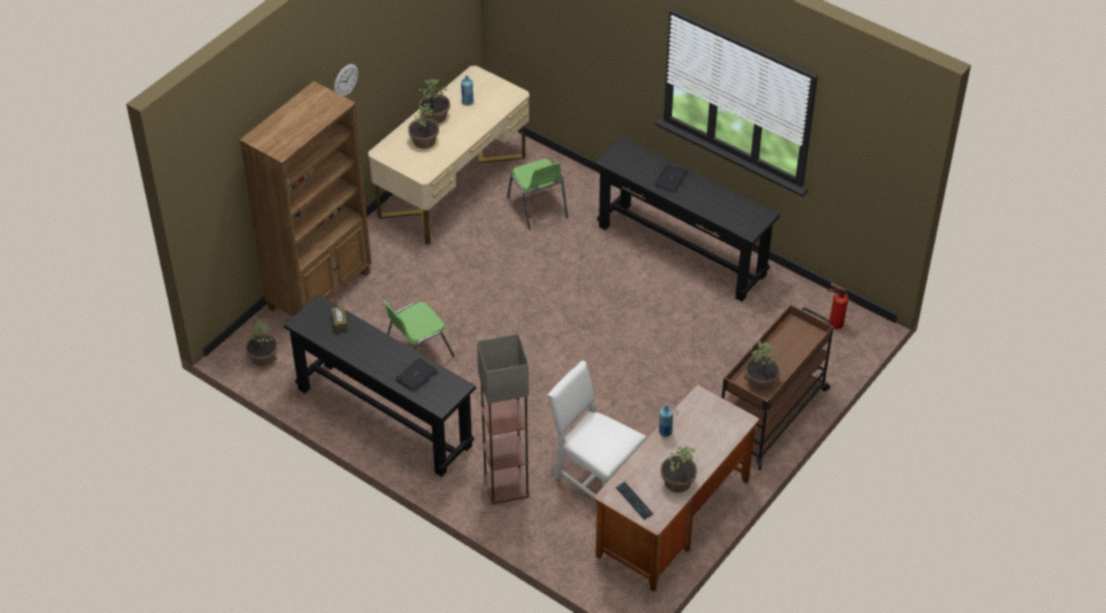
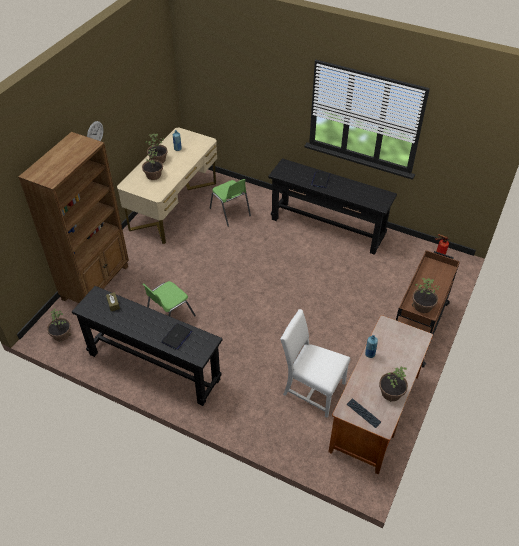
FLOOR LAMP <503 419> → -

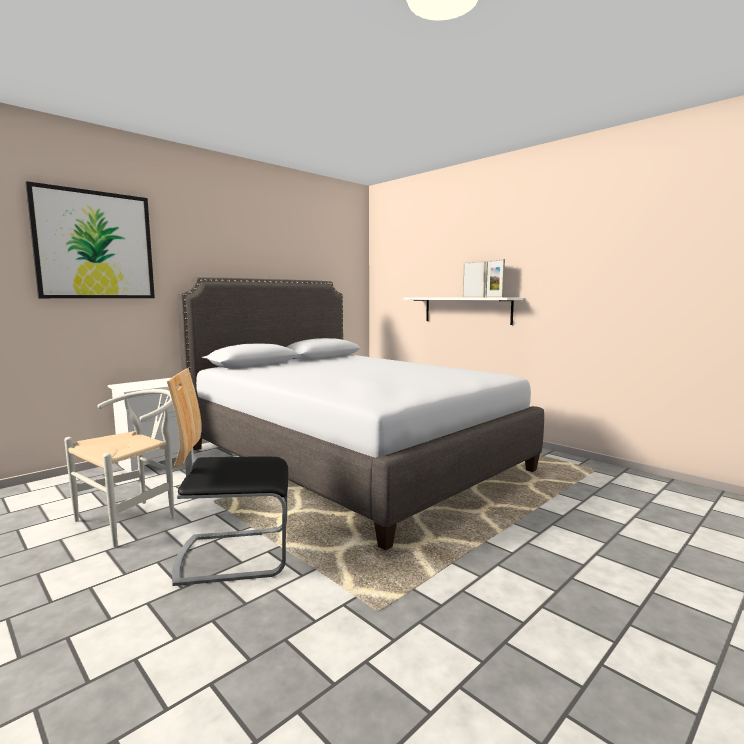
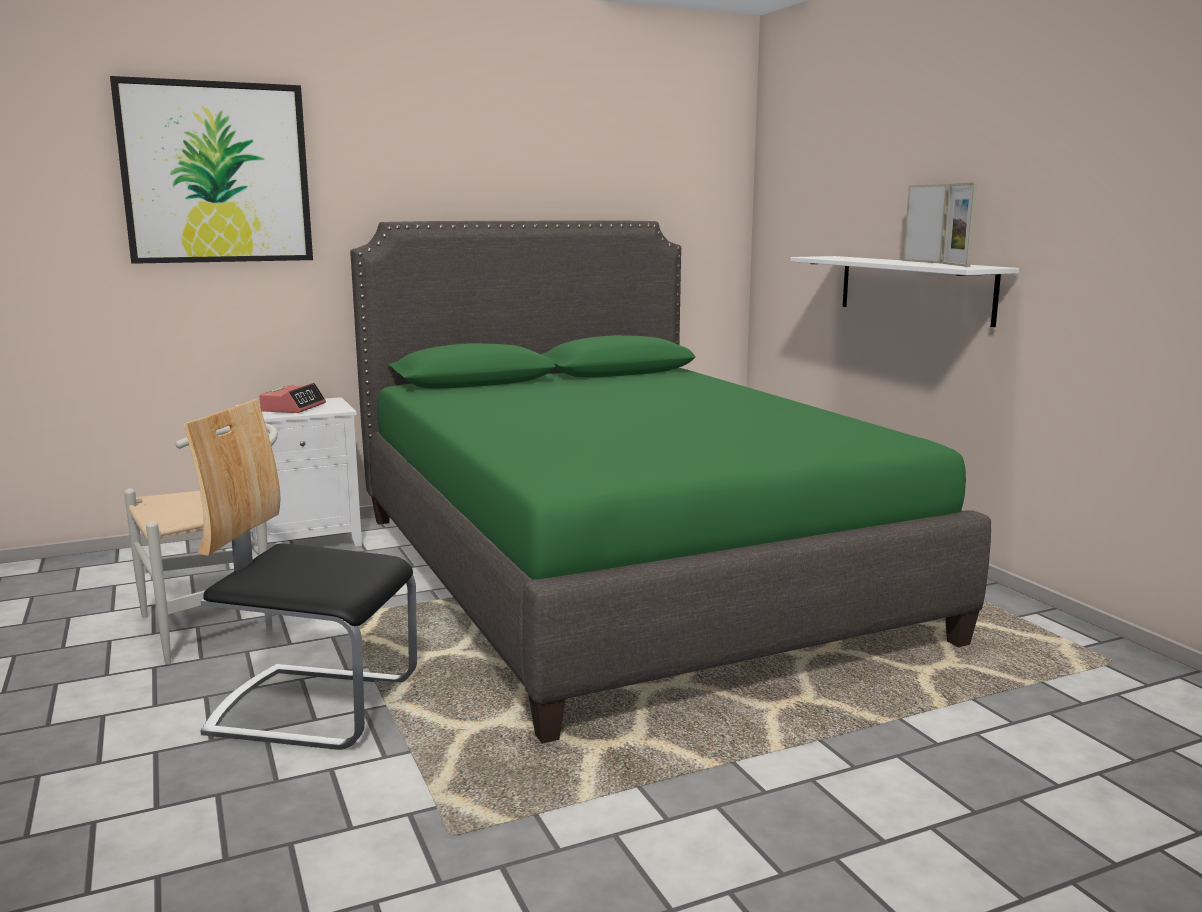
- → TABLE CLOCK <292 398>
GREY BEDROOM BED <360 414> → GREENISH BEDROOM BED <670 482>

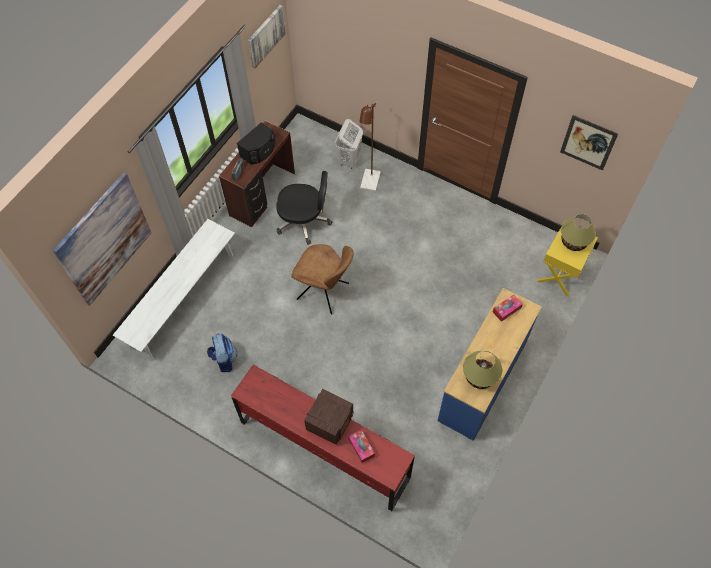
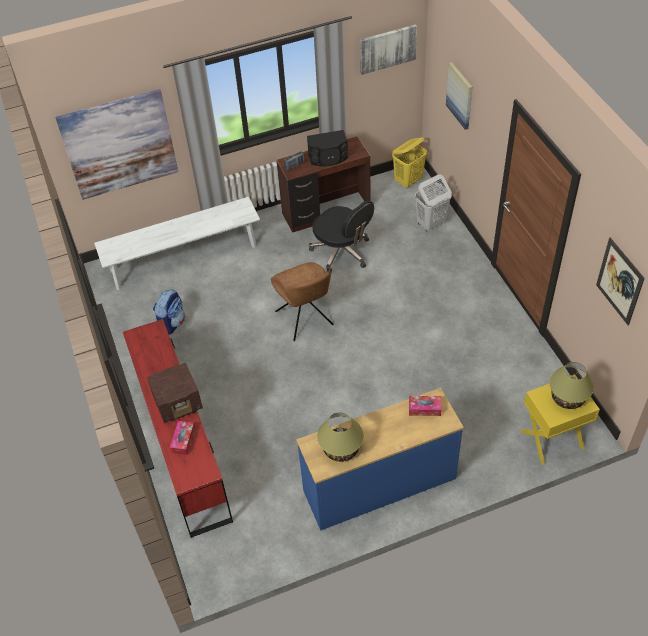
BROWN FLOOR LAMP <370 146> → -
- → YELLOW-COLOURED WASHING BASKET <409 163>
- → WALL PICTURE <459 96>

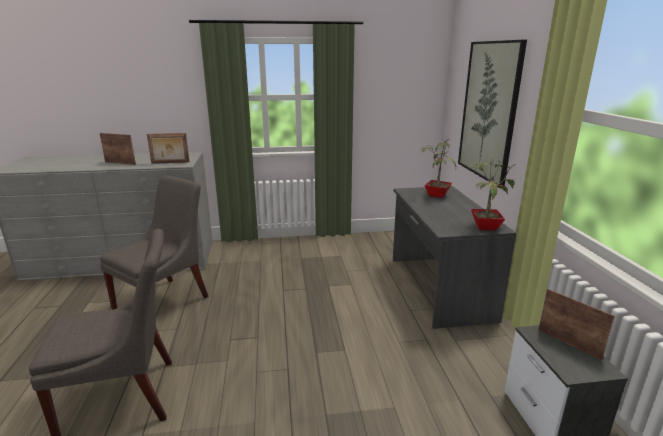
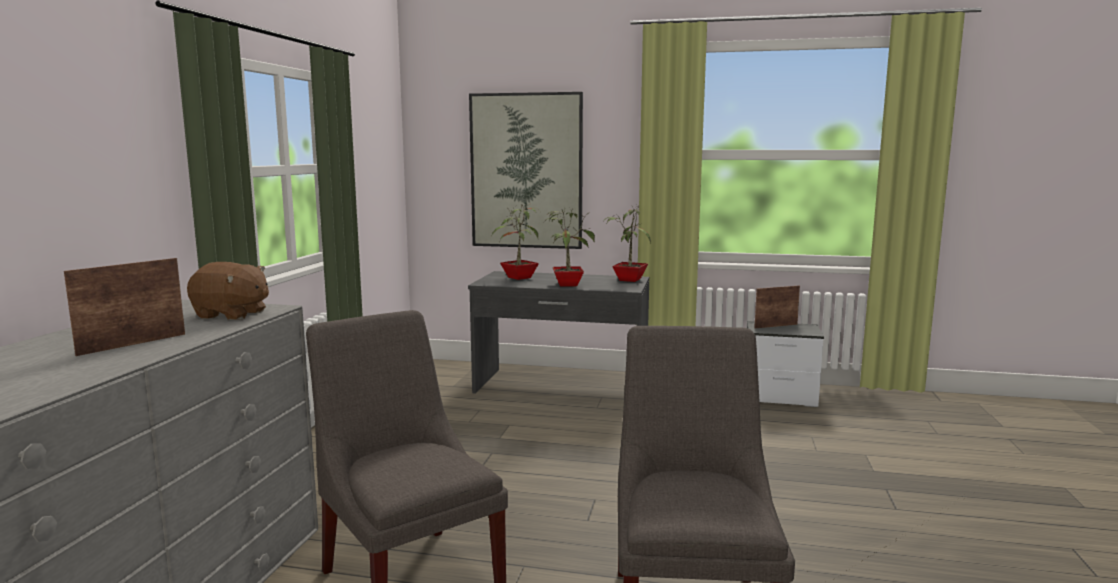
- → POTTED PLANT <570 246>
PICTURE FRAME <168 148> → BROWN PLUSH TOY <228 291>

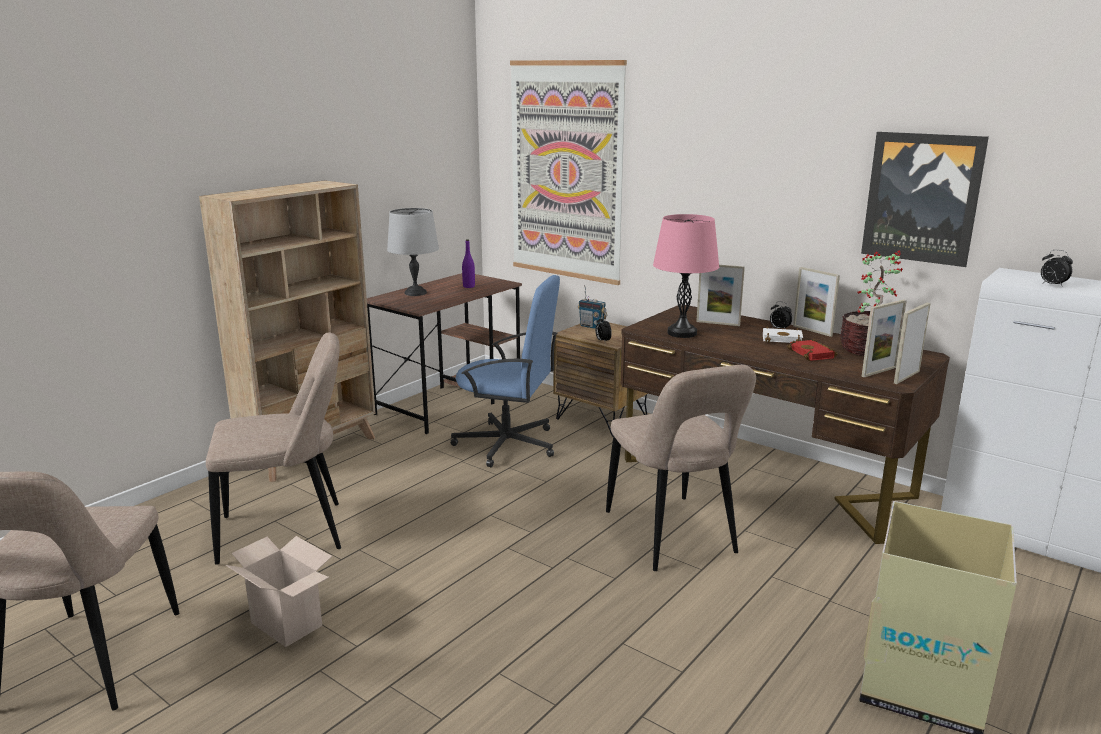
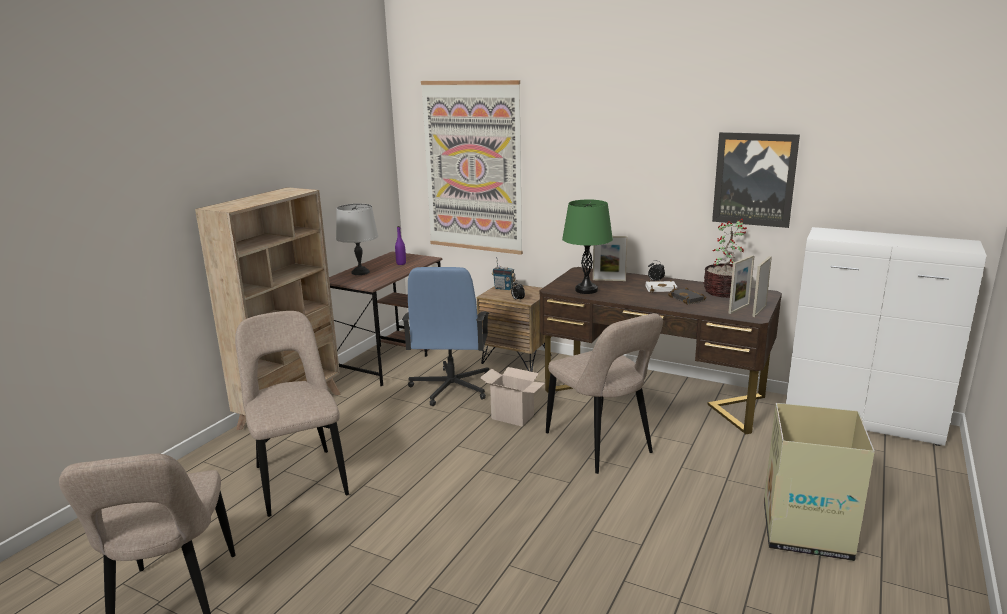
PICTURE FRAME <816 302> → -
TABLE CLOCK <1057 268> → -
CARTON <279 591> → CARTON <512 397>, move
PINK-COLOURED TABLE LAMP <686 276> → GREENISH TABLE LAMP <587 246>
RED VOLUME <812 350> → BLACK VOLUME <687 295>
SAND-COLOURED UPRIGHT CHAIR <273 448> → SAND-COLOURED UPRIGHT CHAIR <292 414>, 90 degrees counterclockwise
BLUE-COLOURED COMPUTER CHAIR <505 371> → BLUE-COLOURED COMPUTER CHAIR <445 336>, 90 degrees clockwise

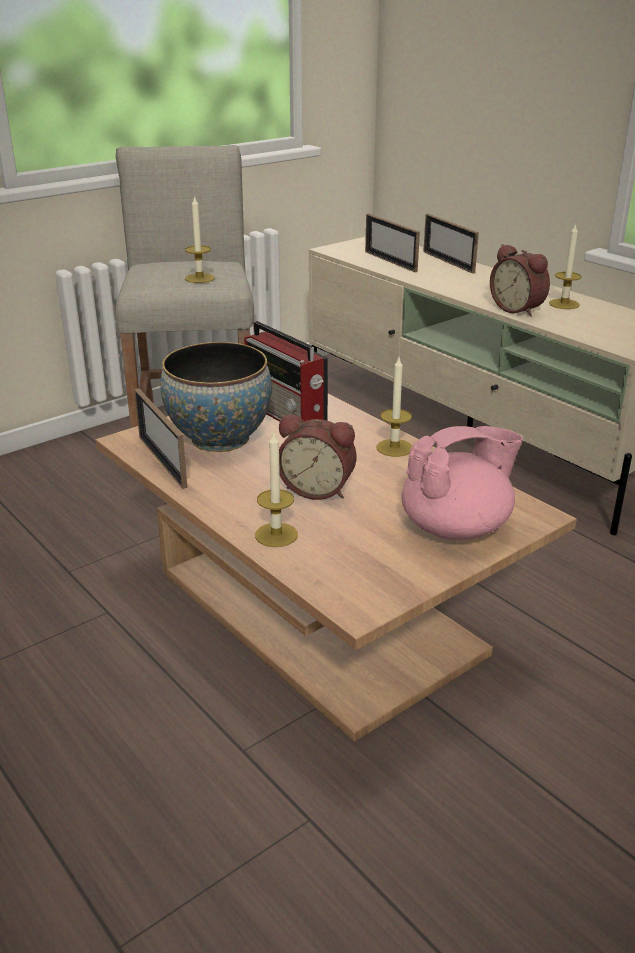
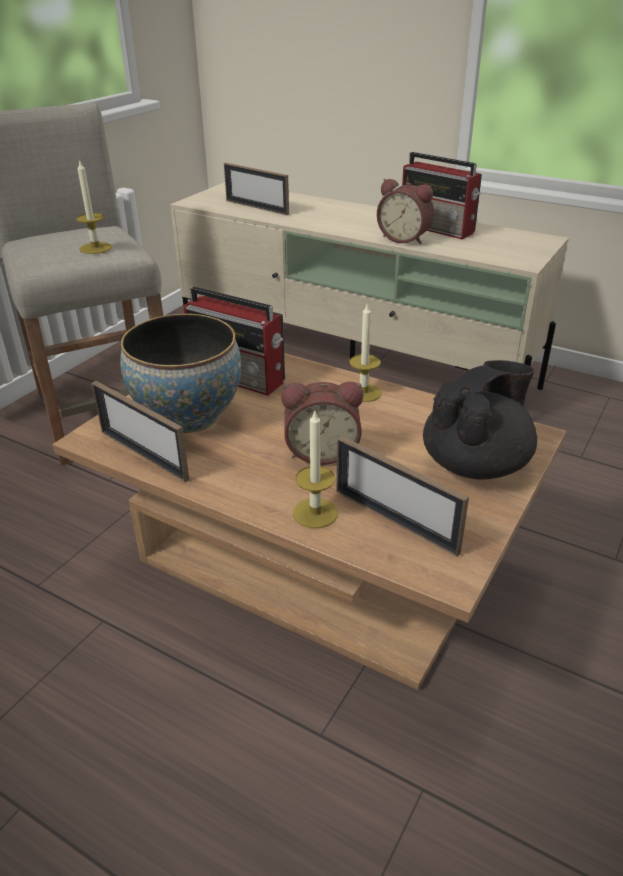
PICTURE FRAME <451 244> → PICTURE FRAME <402 496>, move
WAX LIGHT <565 266> → RADIO <442 195>
PINK-COLOURED TEA POT <462 483> → BLACK TEA POT <480 420>

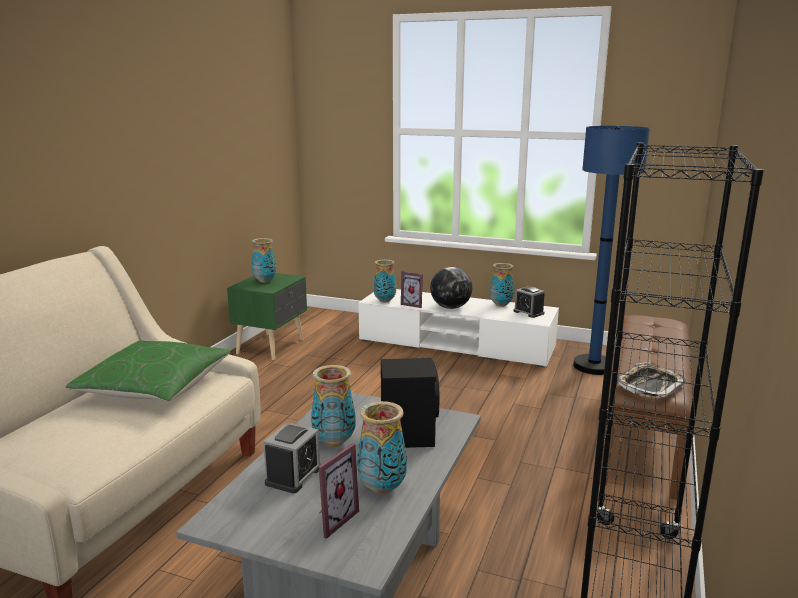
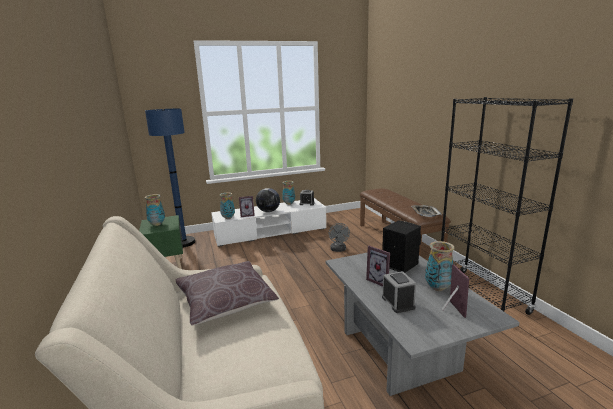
- → GREY COOLING FAN <339 237>
BLUE-COLOURED FLOOR LAMP <611 250> → BLUE-COLOURED FLOOR LAMP <170 178>, move
DECORATIVE VASE <333 406> → PICTURE FRAME <378 266>
GREENISH PILLOW <148 371> → BROWN PILLOW <227 293>

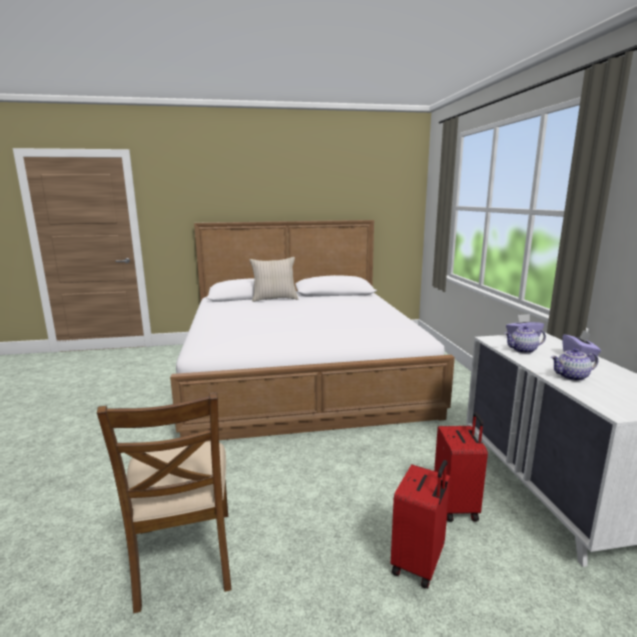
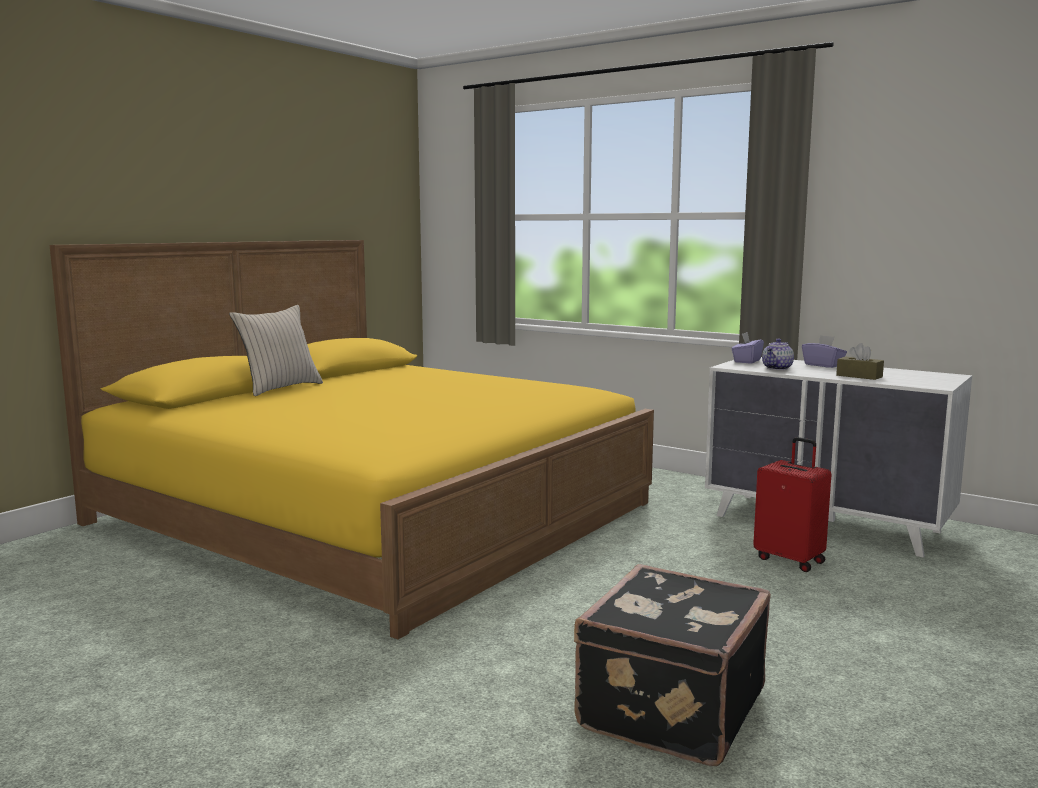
RED SUITCASE <421 524> → -
BROWN UPRIGHT CHAIR <164 502> → BLACK SUITCASE <672 665>
TEA POT <574 364> → BROWN TISSUE BOX <860 361>
WHITISH BEDROOM BED <312 331> → YELLOW-COLOURED BEDROOM BED <352 440>

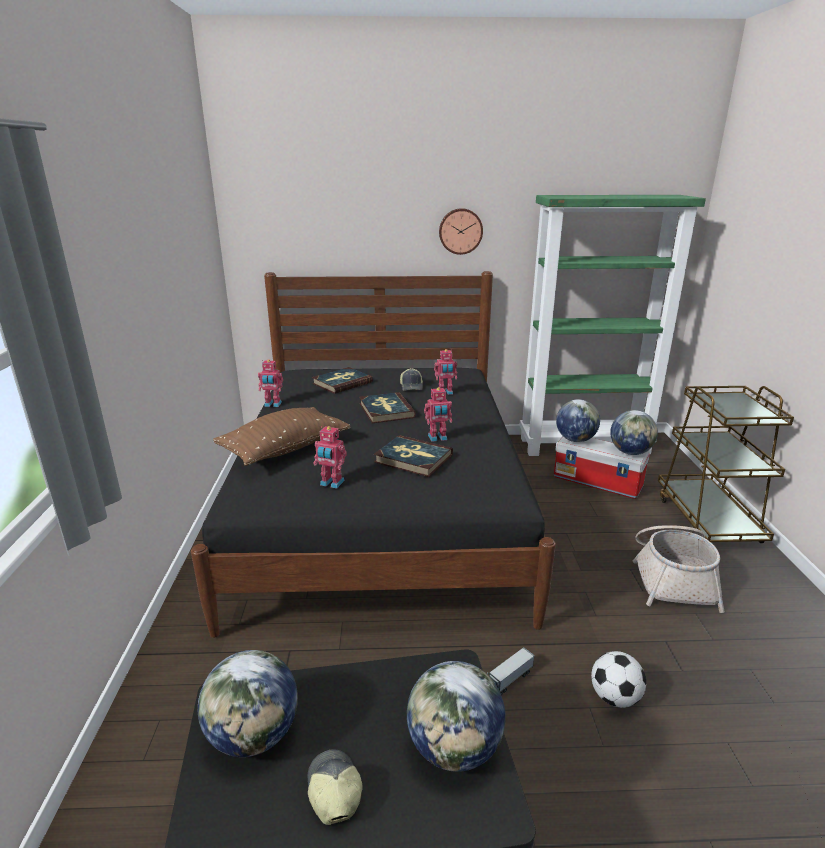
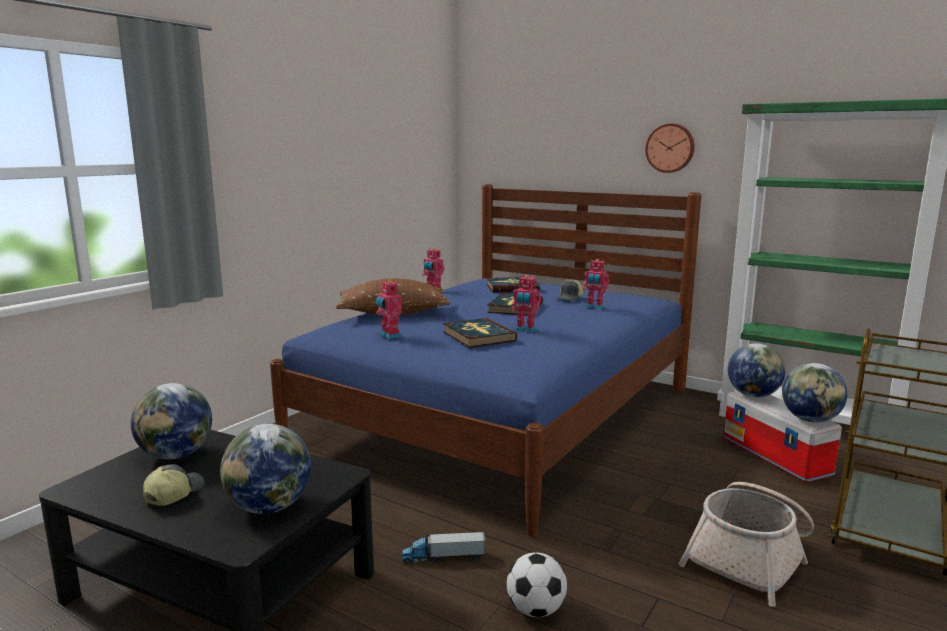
BLACK BEDROOM BED <373 454> → BLUE-COLOURED BEDROOM BED <485 360>

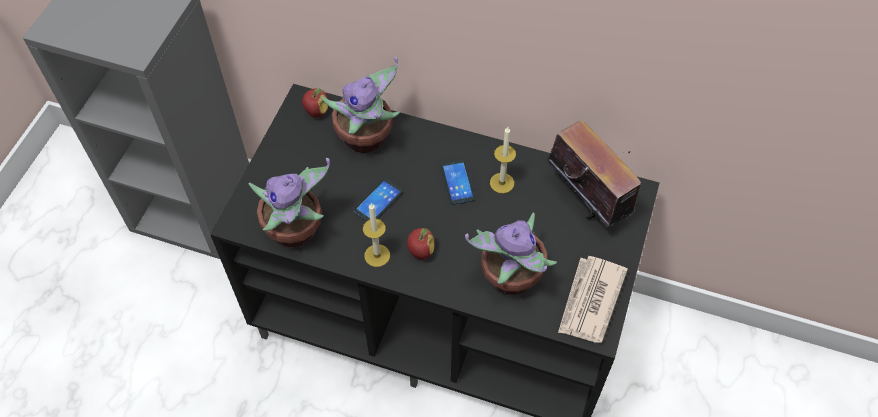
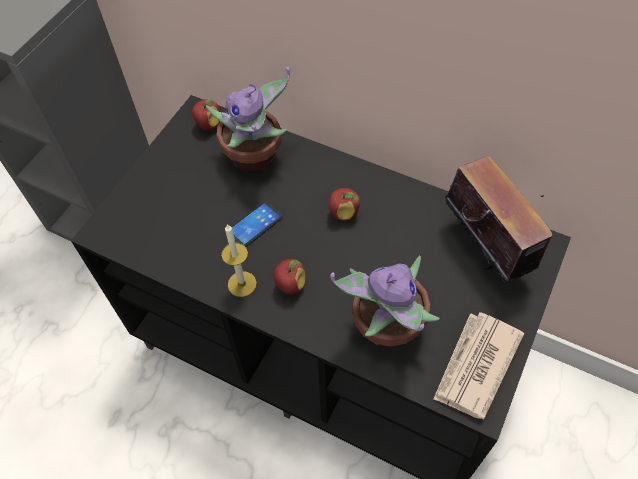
POTTED PLANT <289 203> → -
WAX LIGHT <503 160> → -
HANDSET <458 182> → APPLE <344 204>

